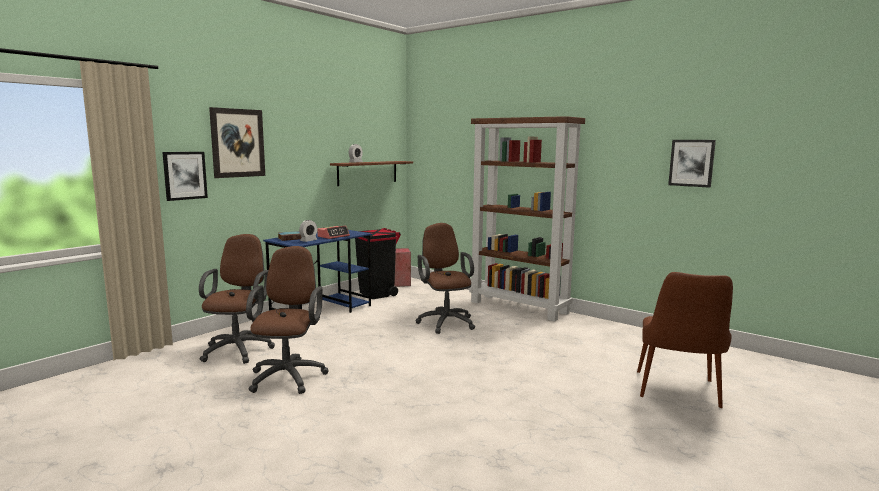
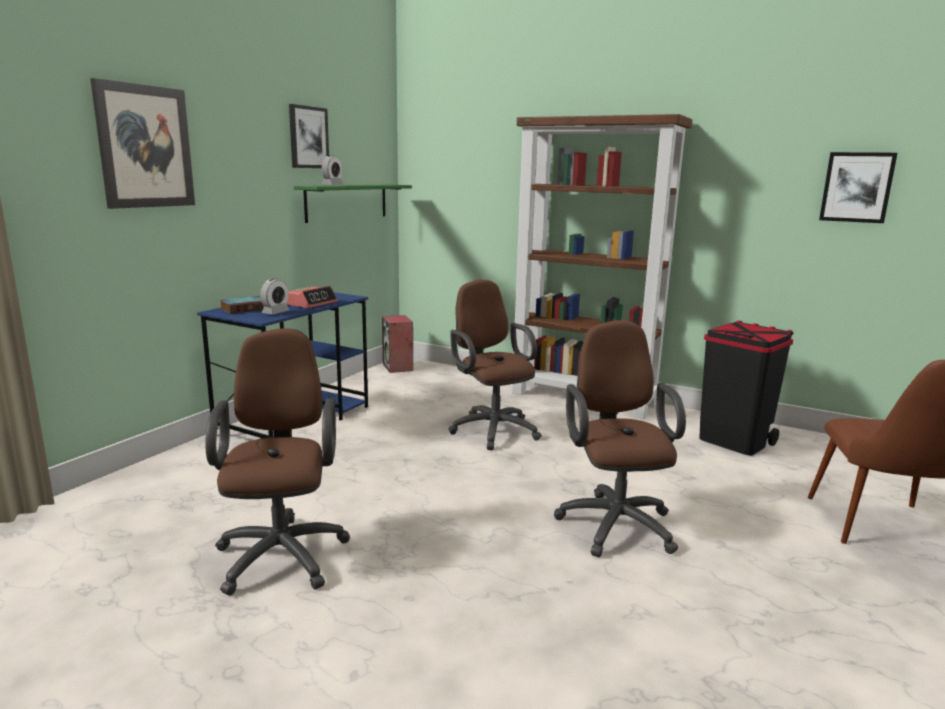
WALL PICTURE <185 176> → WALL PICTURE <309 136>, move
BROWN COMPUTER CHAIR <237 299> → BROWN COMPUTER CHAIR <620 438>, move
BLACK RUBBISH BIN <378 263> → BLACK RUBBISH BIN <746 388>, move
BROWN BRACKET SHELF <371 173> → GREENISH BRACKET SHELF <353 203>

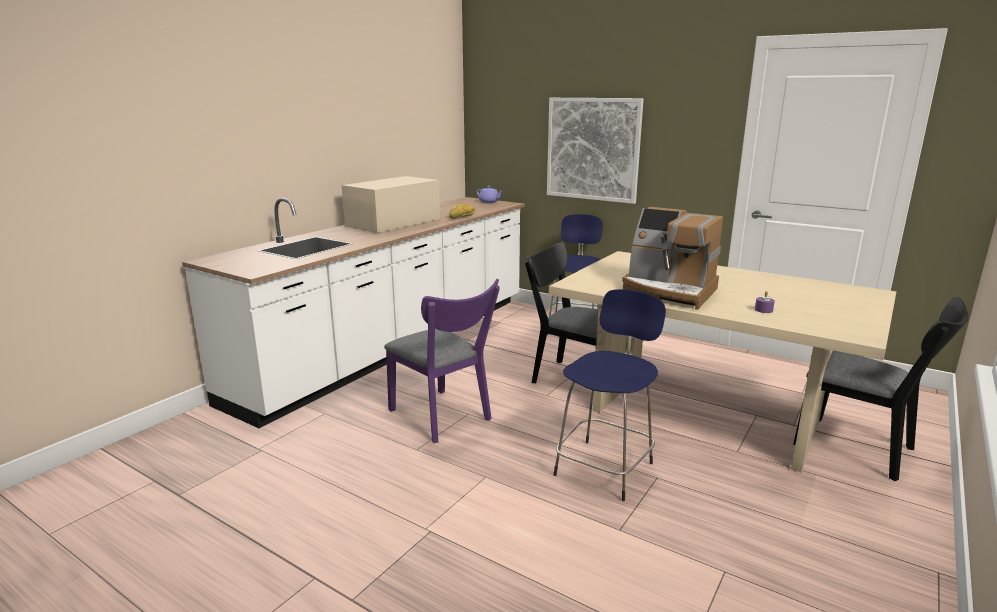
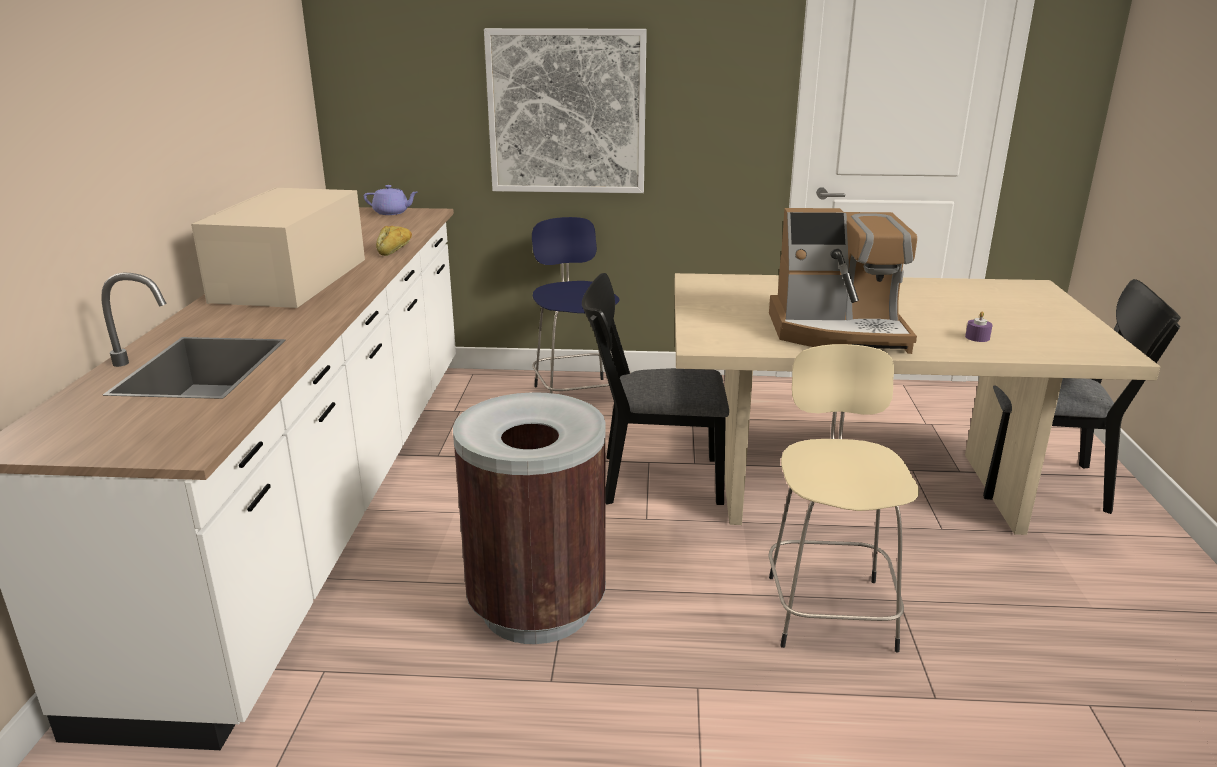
PURPLISH UPRIGHT CHAIR <442 361> → BROWN RUBBISH BIN <529 518>
BLUE-COLOURED STOOL SEAT <610 395> → SAND-COLOURED STOOL SEAT <844 498>

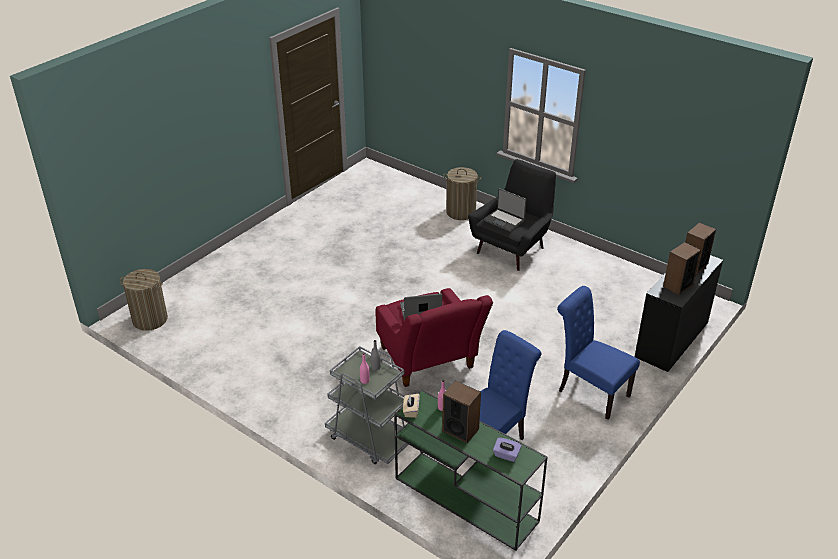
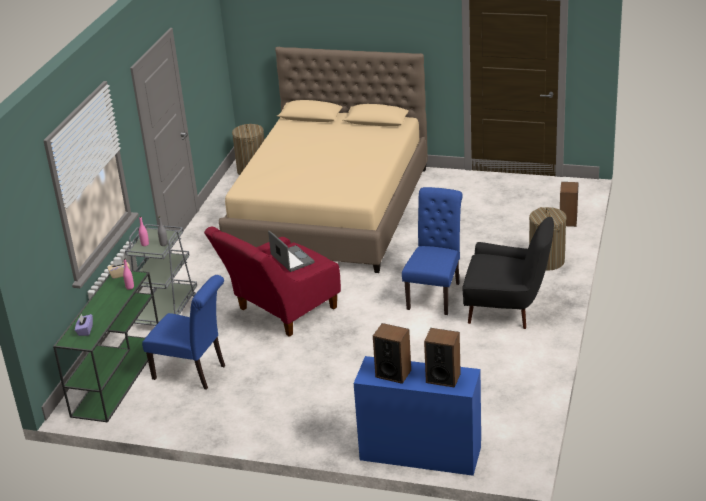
NOTEBOOK COMPUTER <505 210> → -
- → SAND-COLOURED BEDROOM BED <323 160>
SPEAKER <461 412> → SPEAKER <569 204>, move
BLUE-COLOURED UPRIGHT CHAIR <598 352> → BLUE-COLOURED UPRIGHT CHAIR <432 251>, move
BLACK DESK UNIT <679 313> → BLUE-COLOURED DESK UNIT <417 416>

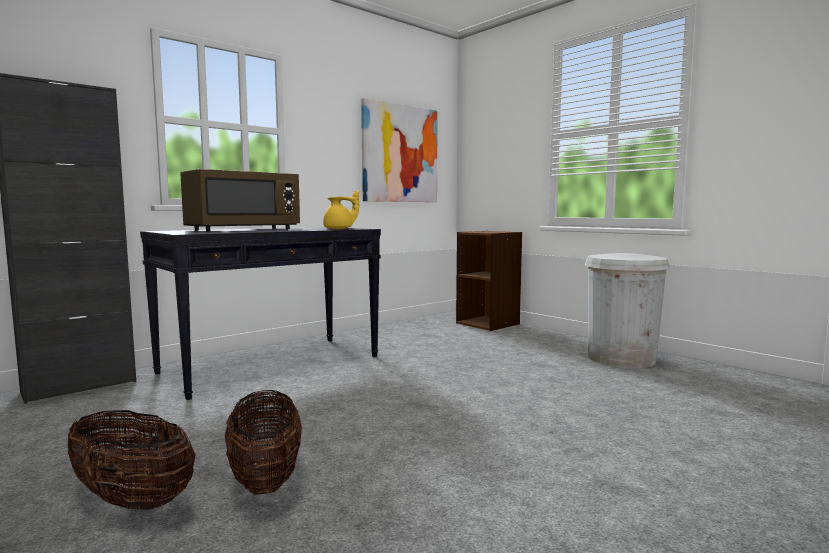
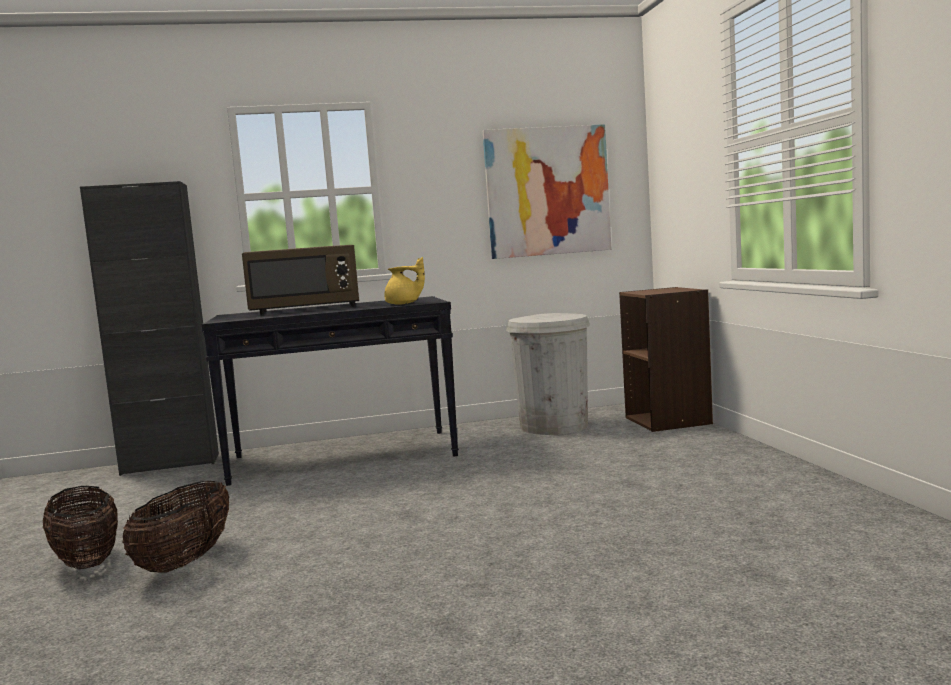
WHITISH RUBBISH BIN <627 310> → WHITISH RUBBISH BIN <548 374>, move

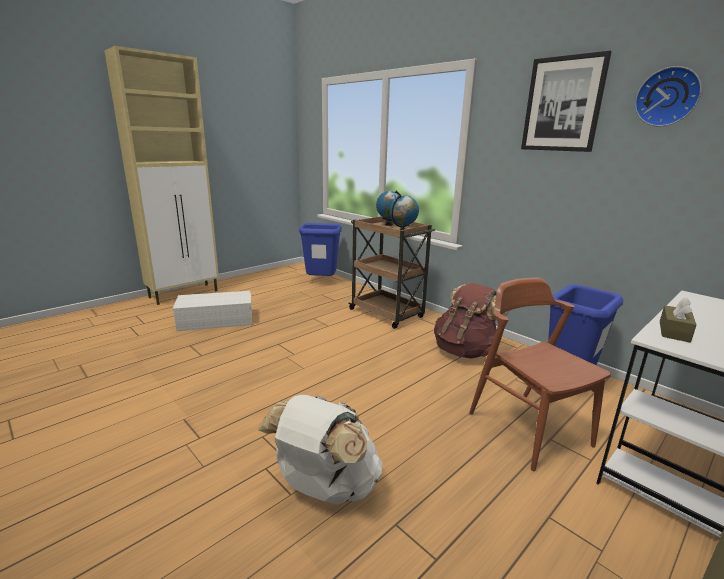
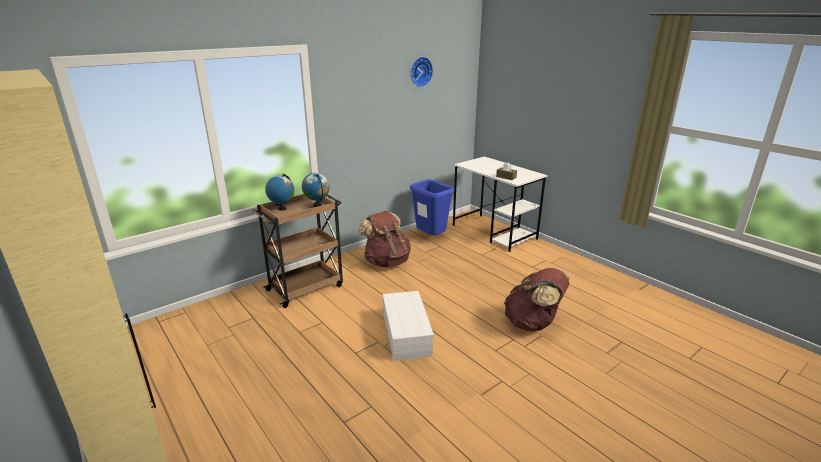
BLUE-COLOURED RUBBISH BIN <320 249> → -
BROWN UPRIGHT CHAIR <540 374> → -
WALL PICTURE <566 101> → -
WHITISH STORAGE BIN <212 311> → WHITISH STORAGE BIN <408 326>, move
WHITISH KNAPSACK <320 450> → BROWN KNAPSACK <537 300>

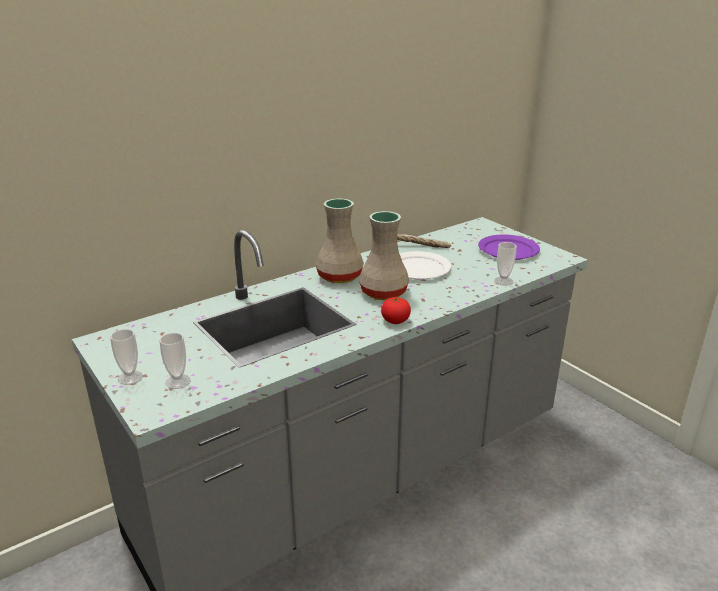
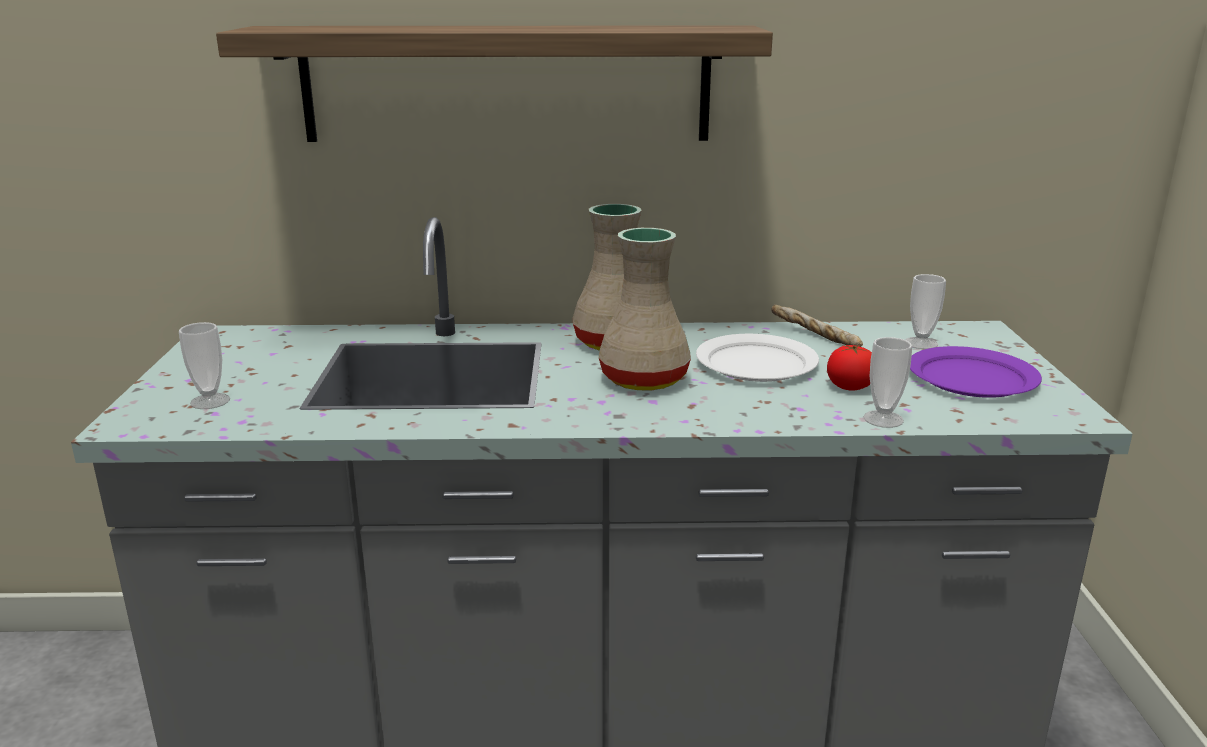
- → BRACKET SHELF <494 83>
DRINKING CUP <126 357> → DRINKING CUP <925 311>, move
FRESH TOMATO <396 310> → FRESH TOMATO <849 368>, move

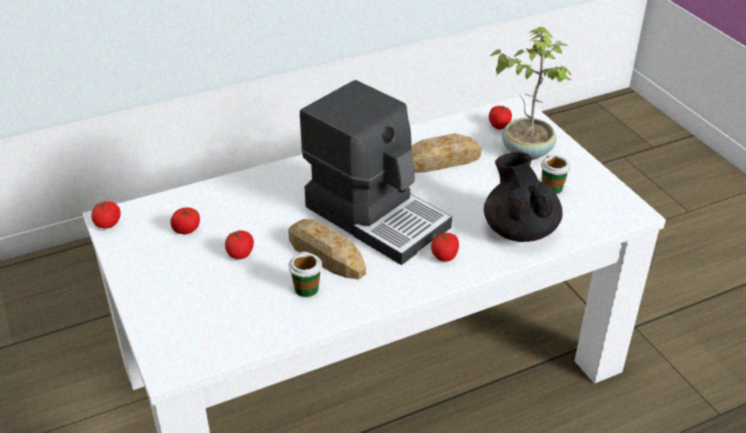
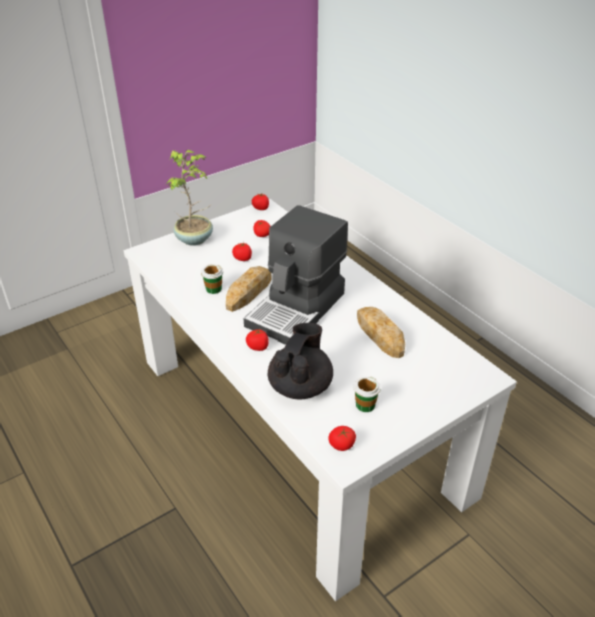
FRESH TOMATO <500 118> → FRESH TOMATO <342 438>, move
POTTED PLANT <531 93> → POTTED PLANT <189 198>, move
BLACK TEA POT <523 197> → BLACK TEA POT <300 361>, 45 degrees counterclockwise

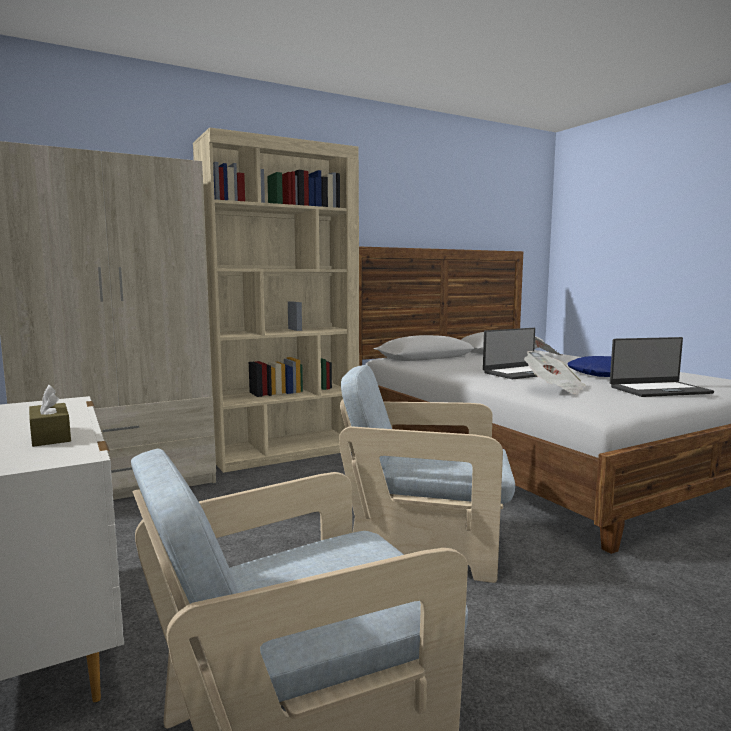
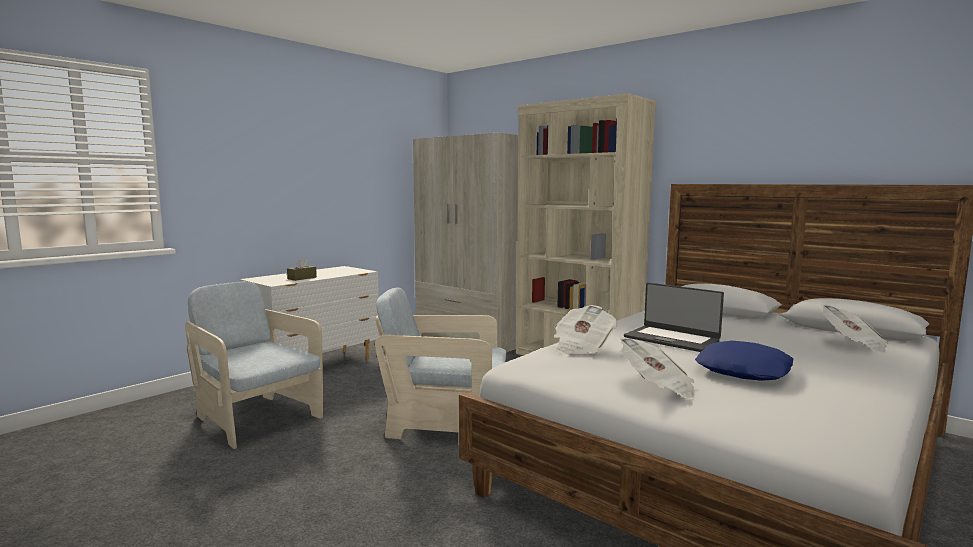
NOTEBOOK COMPUTER <662 367> → PRINTED PAPER <657 368>
SAND-COLOURED LOUNGE CHAIR <427 474> → SAND-COLOURED LOUNGE CHAIR <440 363>, 75 degrees counterclockwise

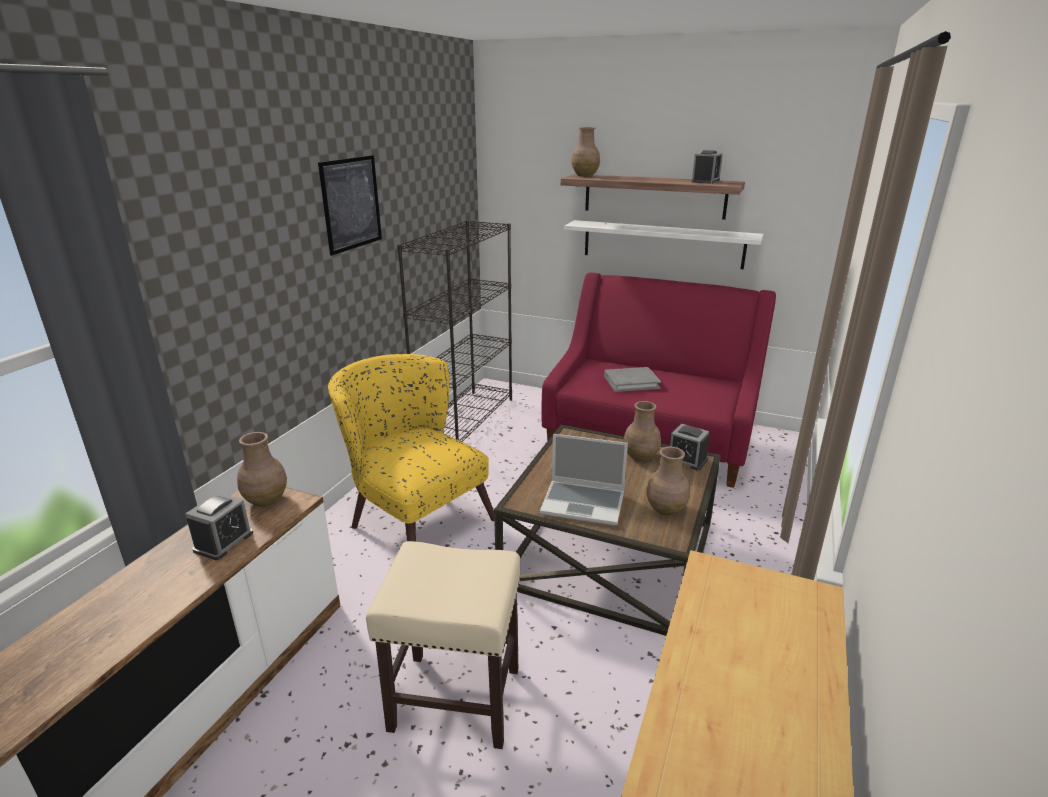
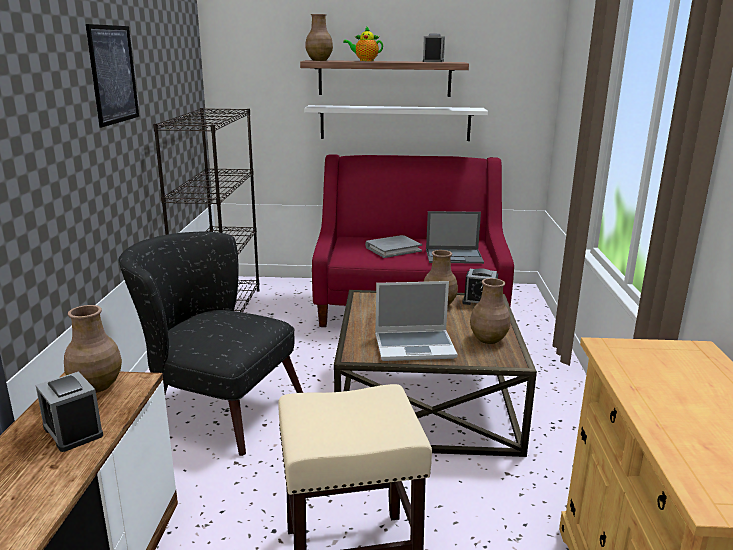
- → TEA POT <363 43>
- → NOTEBOOK COMPUTER <455 237>
YELLOW-COLOURED LOUNGE CHAIR <411 448> → BLACK LOUNGE CHAIR <210 344>
TABLE CLOCK <219 526> → TABLE CLOCK <69 412>, 135 degrees clockwise

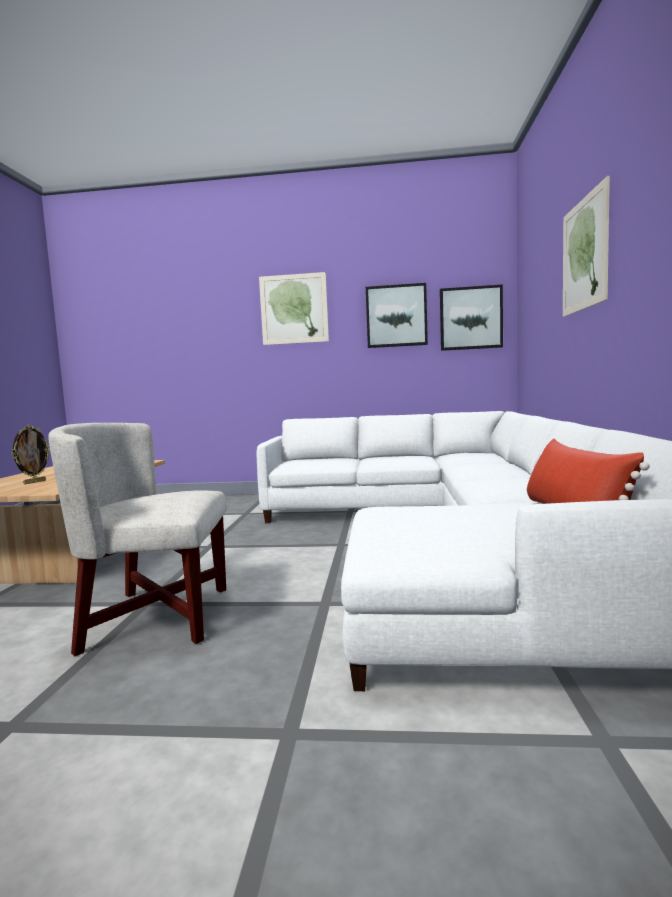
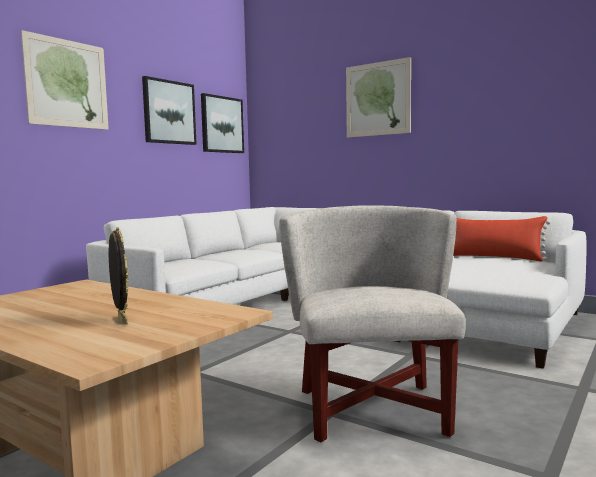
WHITISH LOUNGE CHAIR <137 539> → WHITISH LOUNGE CHAIR <372 323>, 150 degrees clockwise

